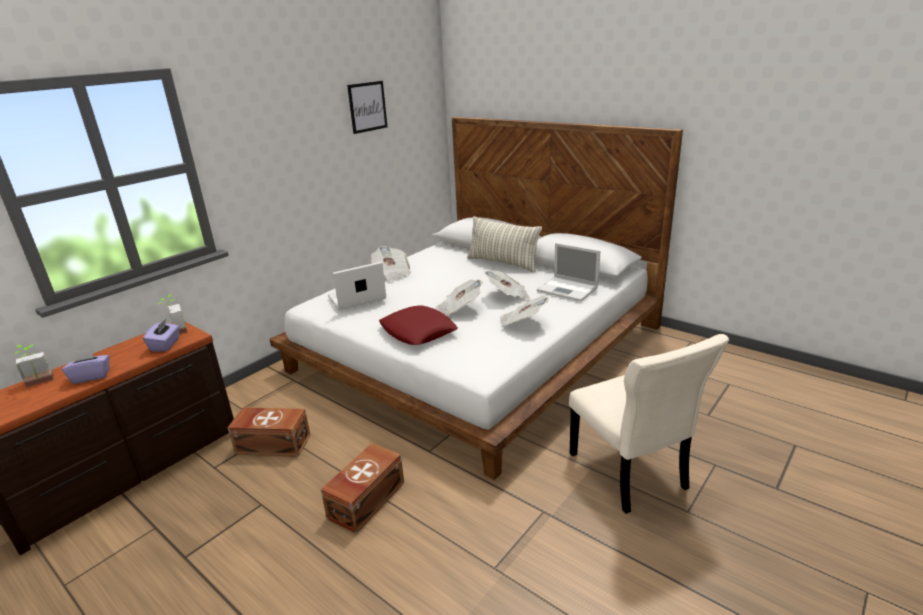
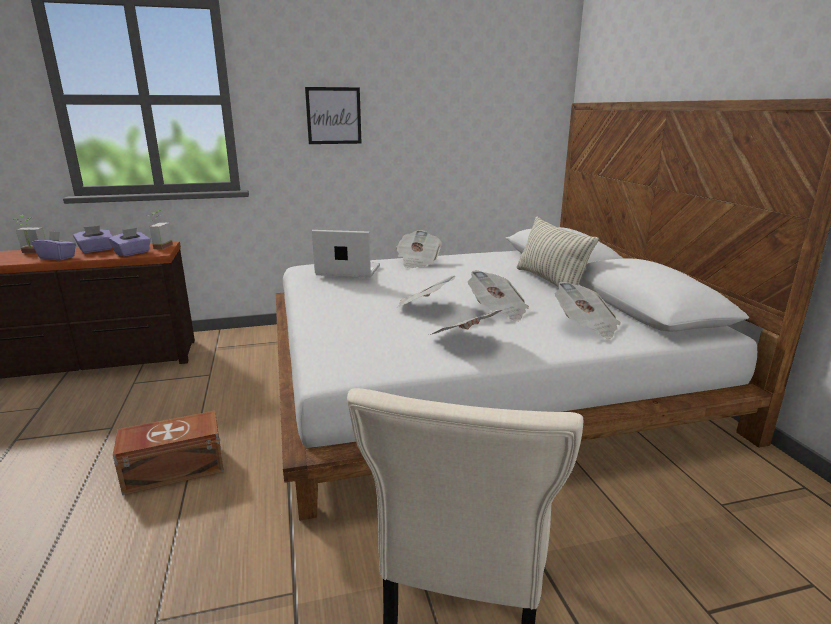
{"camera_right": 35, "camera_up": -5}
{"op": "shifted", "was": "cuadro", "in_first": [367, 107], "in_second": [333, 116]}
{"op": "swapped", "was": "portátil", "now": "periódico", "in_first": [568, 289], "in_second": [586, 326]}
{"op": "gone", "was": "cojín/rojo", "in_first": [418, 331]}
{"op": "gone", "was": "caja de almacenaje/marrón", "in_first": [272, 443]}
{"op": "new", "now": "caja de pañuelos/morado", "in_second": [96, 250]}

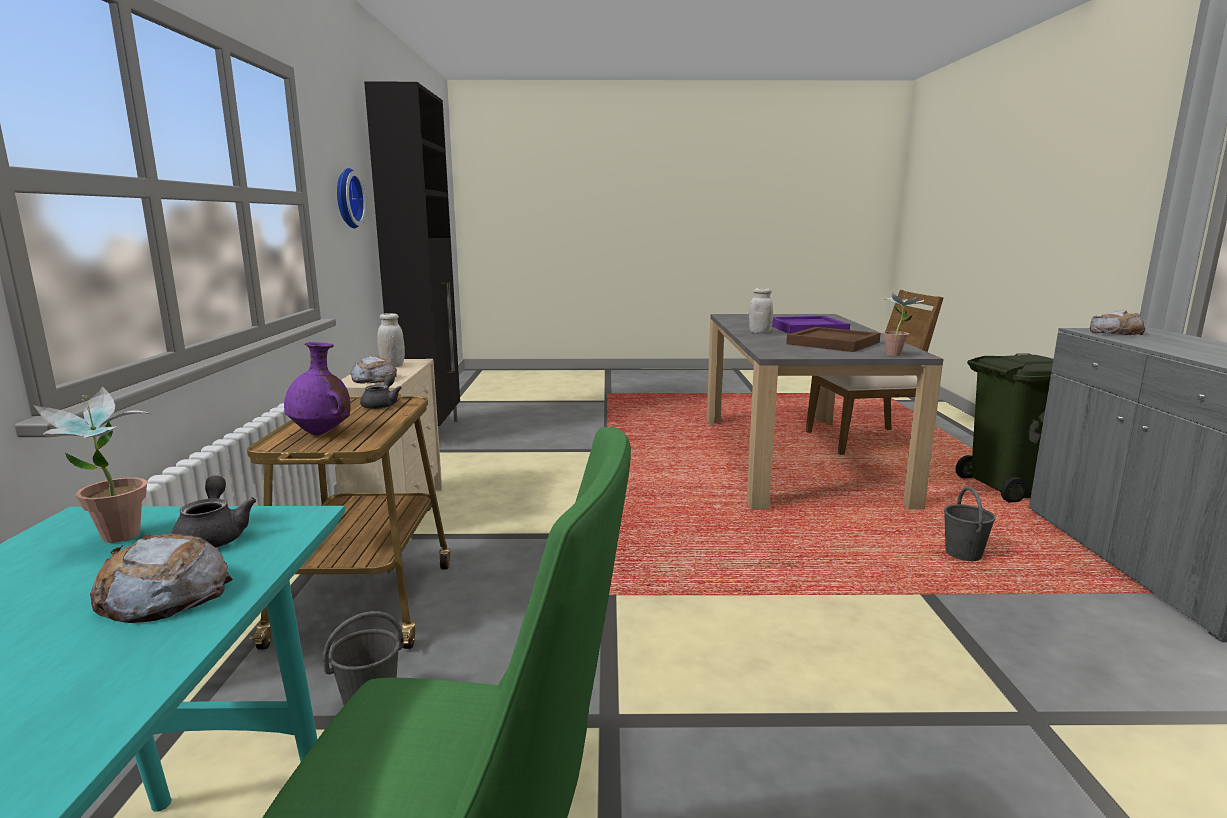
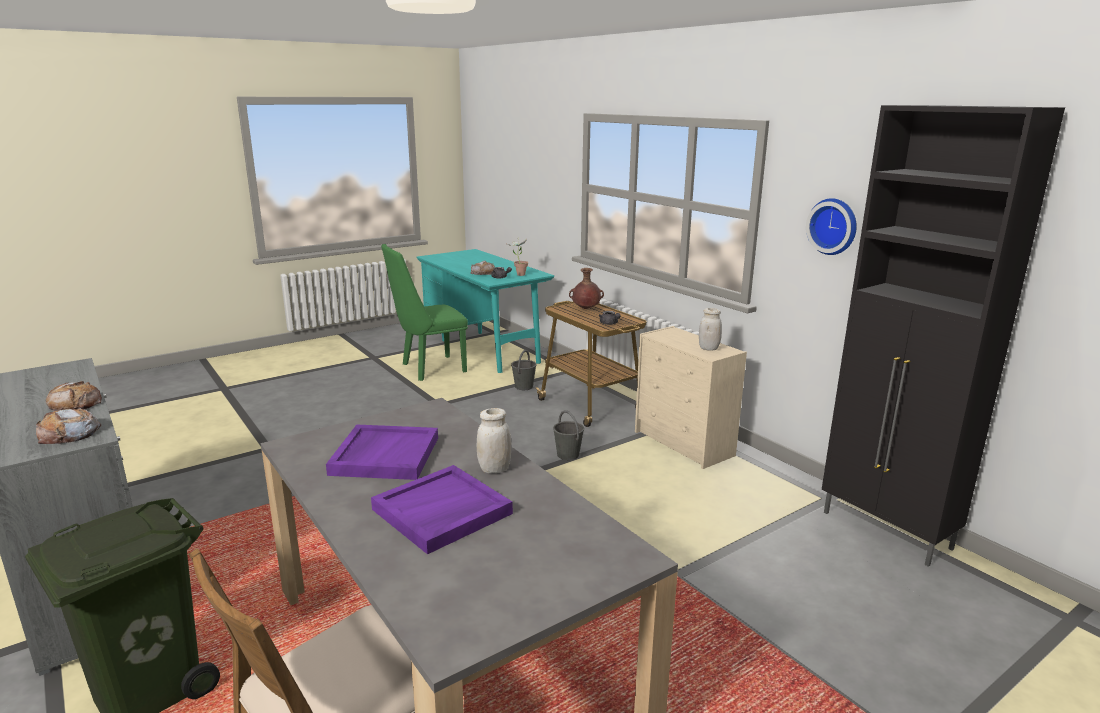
{"camera_right": 145, "camera_up": 5}
{"op": "gone", "was": "planta en maceta", "in_first": [897, 354]}
{"op": "repainted", "was": "bandeja/marrón", "now": "bandeja/morado", "in_first": [833, 343], "in_second": [384, 455]}
{"op": "repainted", "was": "florero/morado", "now": "florero/marrón", "in_first": [322, 433], "in_second": [585, 309]}
{"op": "shifted", "was": "pan", "in_first": [374, 379], "in_second": [75, 403]}
{"op": "shifted", "was": "cubo/gris", "in_first": [963, 555], "in_second": [567, 454]}

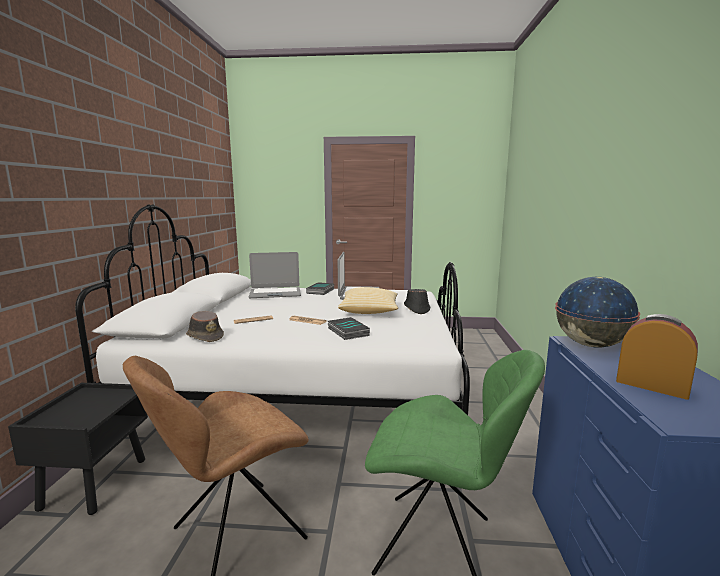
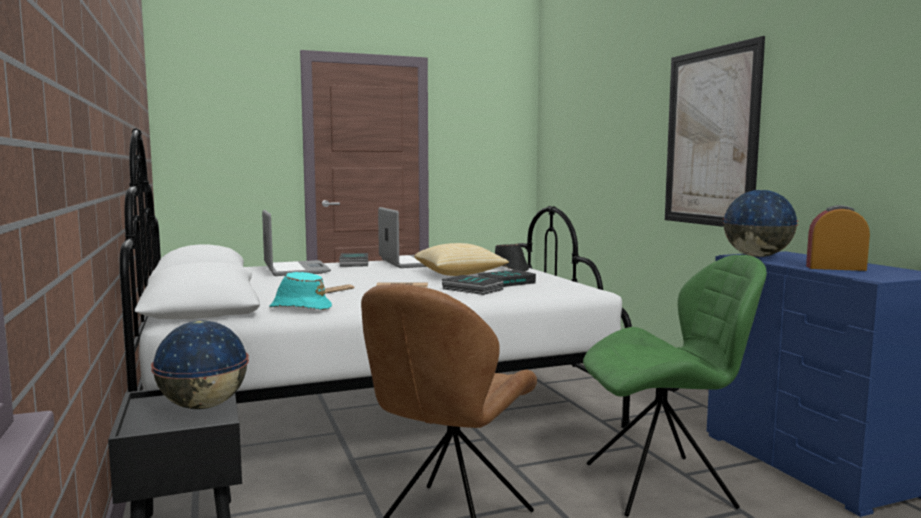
{"camera_right": -25, "camera_up": -5}
{"op": "rotated", "was": "portátil", "in_first": [275, 293], "in_second": [295, 269], "clockwise": -75}
{"op": "repainted", "was": "sombrero/marrón", "now": "sombrero/turquesa", "in_first": [205, 336], "in_second": [300, 308]}
{"op": "new", "now": "cuadro", "in_second": [710, 137]}
{"op": "new", "now": "libro", "in_second": [506, 283]}
{"op": "new", "now": "globo terráqueo", "in_second": [204, 406]}

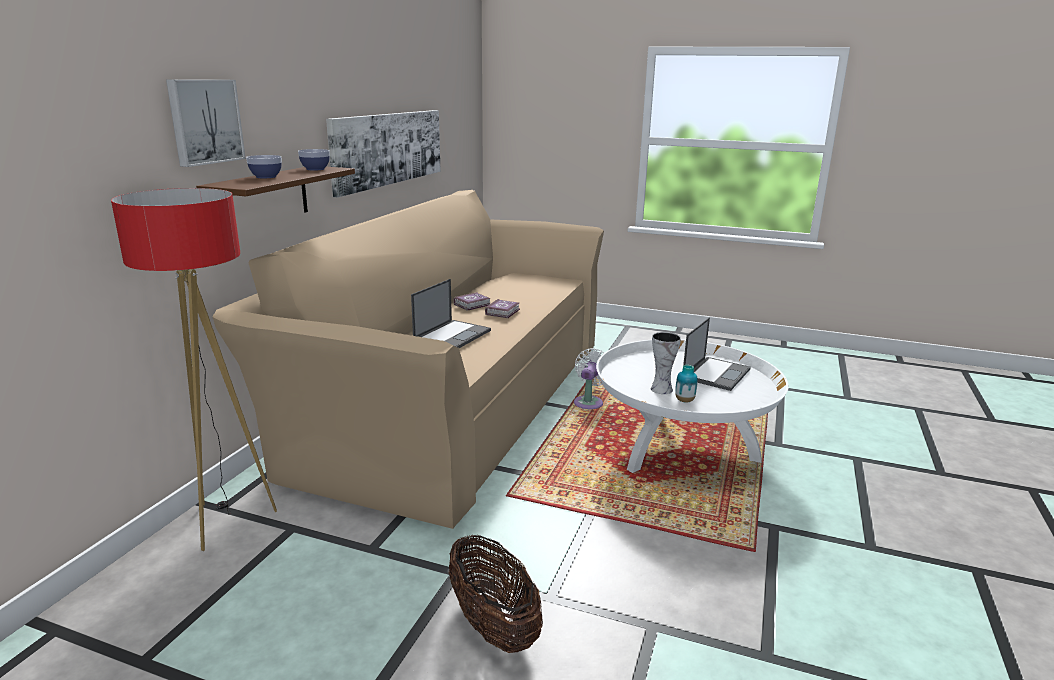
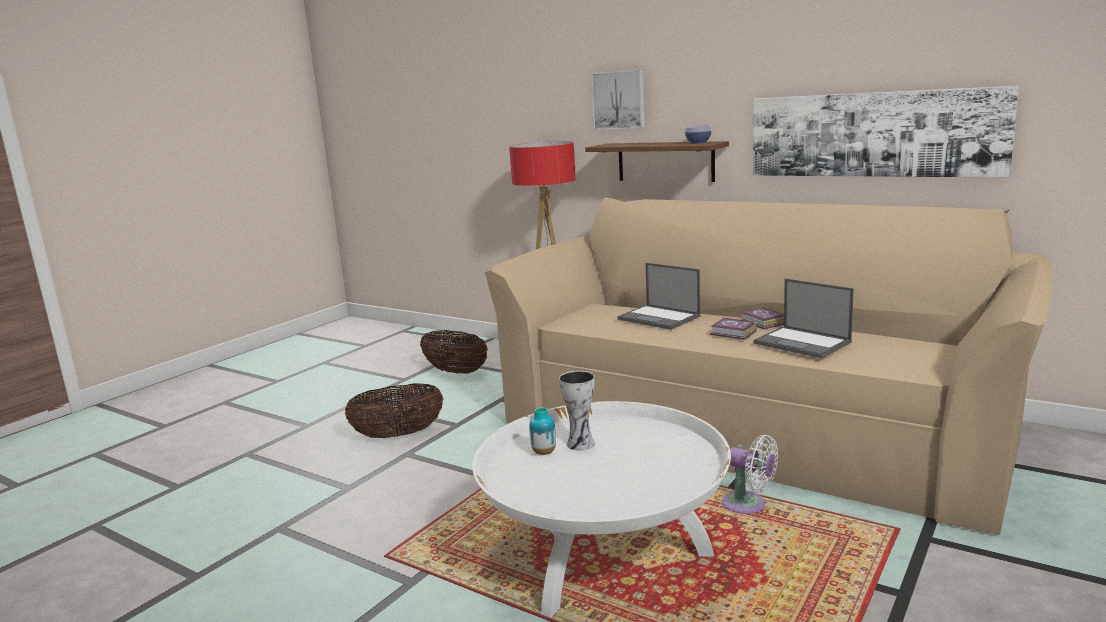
{"camera_right": 105, "camera_up": -5}
{"op": "gone", "was": "cuenco", "in_first": [266, 177]}
{"op": "shifted", "was": "portátil", "in_first": [716, 373], "in_second": [803, 343]}
{"op": "new", "now": "cesta", "in_second": [455, 372]}

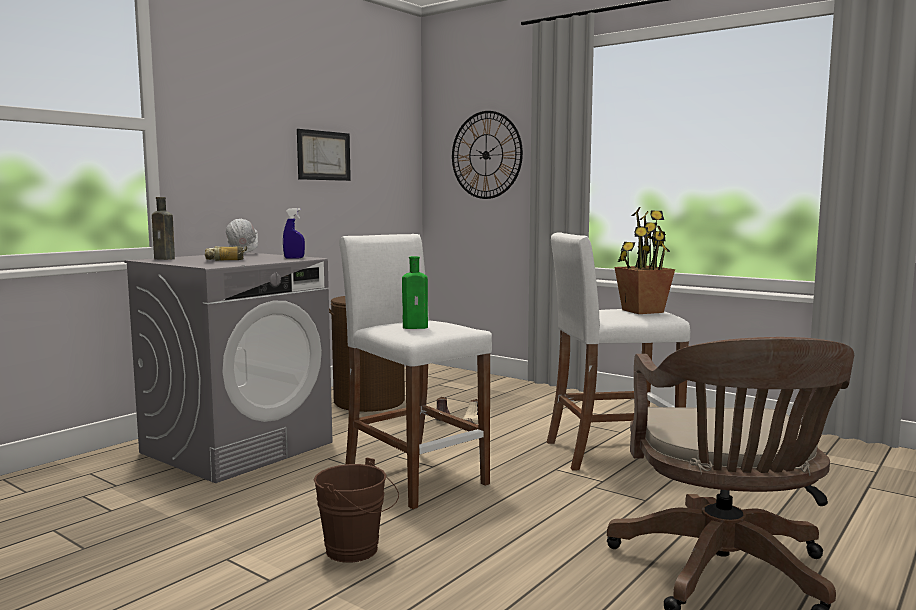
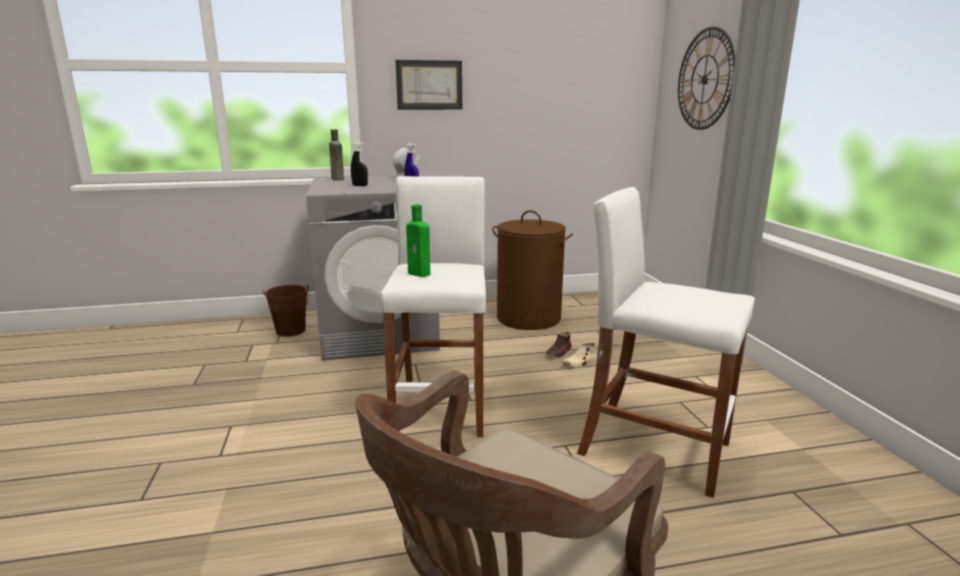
{"camera_right": 40, "camera_up": 10}
{"op": "shifted", "was": "cuadro", "in_first": [323, 155], "in_second": [429, 85]}
{"op": "gone", "was": "planta en maceta", "in_first": [642, 311]}
{"op": "swapped", "was": "taladro", "now": "pulverizador/negro", "in_first": [226, 260], "in_second": [360, 186]}
{"op": "shifted", "was": "cubo/marrón", "in_first": [357, 551], "in_second": [291, 332]}

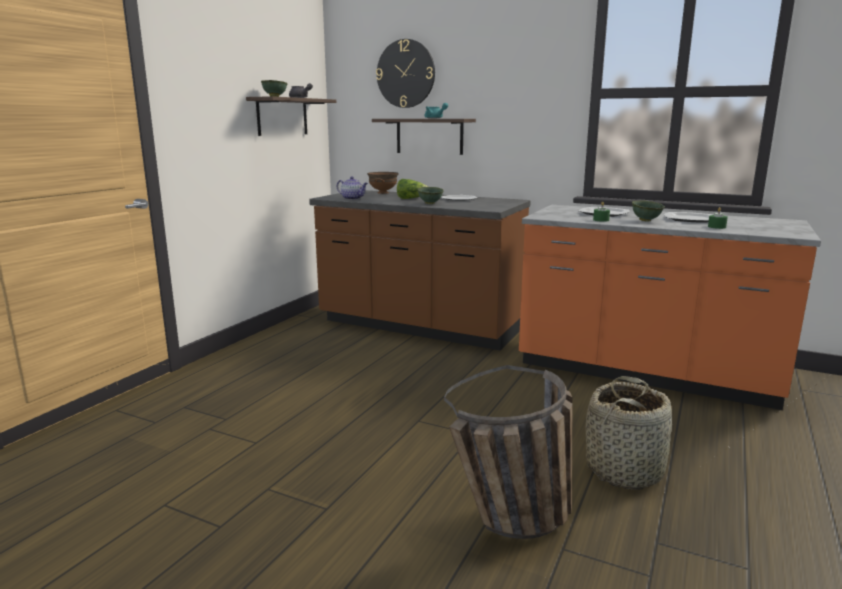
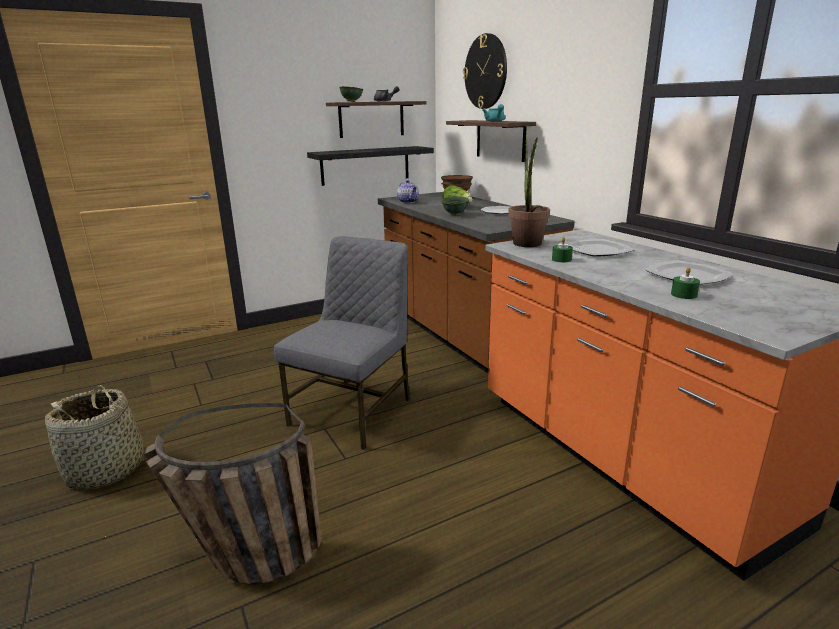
{"camera_right": 35, "camera_up": 5}
{"op": "gone", "was": "cuenco/verde", "in_first": [646, 220]}
{"op": "shifted", "was": "cesta", "in_first": [624, 470], "in_second": [106, 470]}
{"op": "new", "now": "planta en maceta", "in_second": [527, 245]}
{"op": "new", "now": "estante/negro", "in_second": [365, 165]}
{"op": "new", "now": "silla/gris", "in_second": [354, 411]}

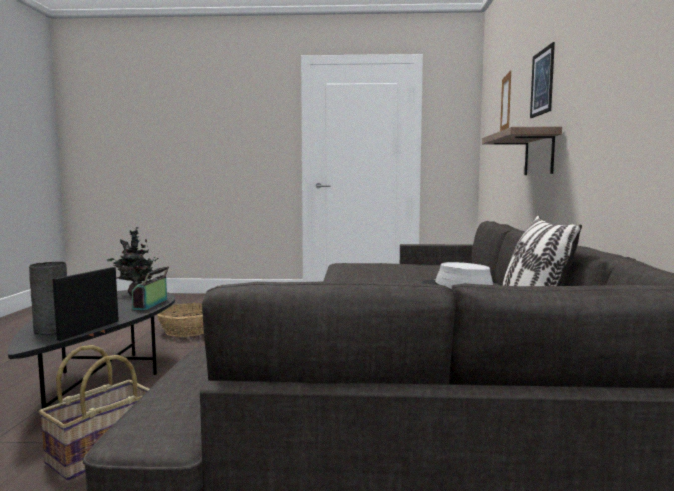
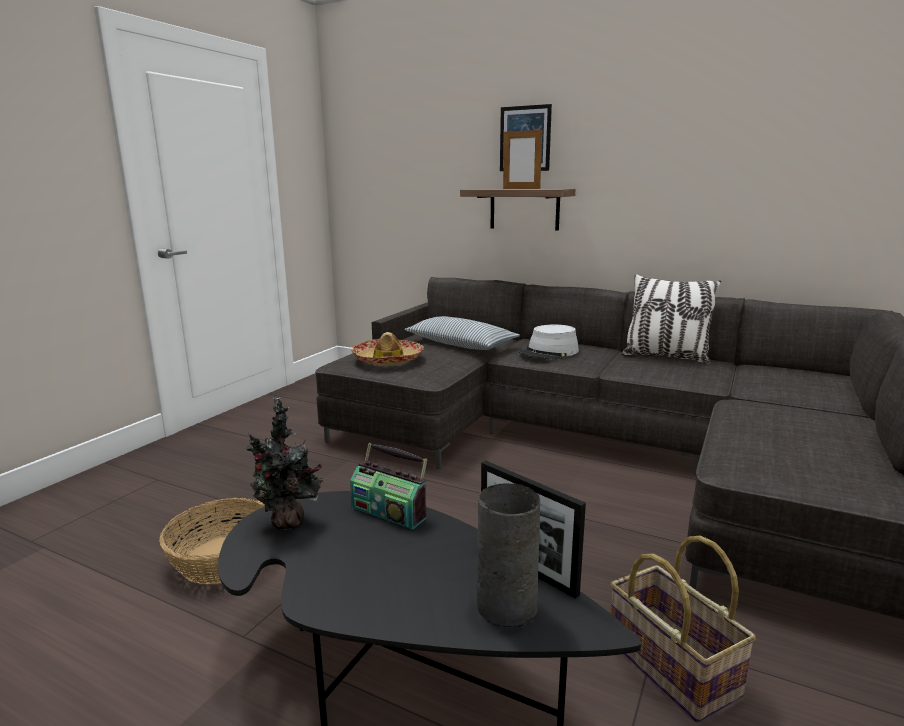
{"camera_right": -65, "camera_up": 10}
{"op": "new", "now": "cojín", "in_second": [460, 344]}
{"op": "new", "now": "sombrero", "in_second": [388, 359]}

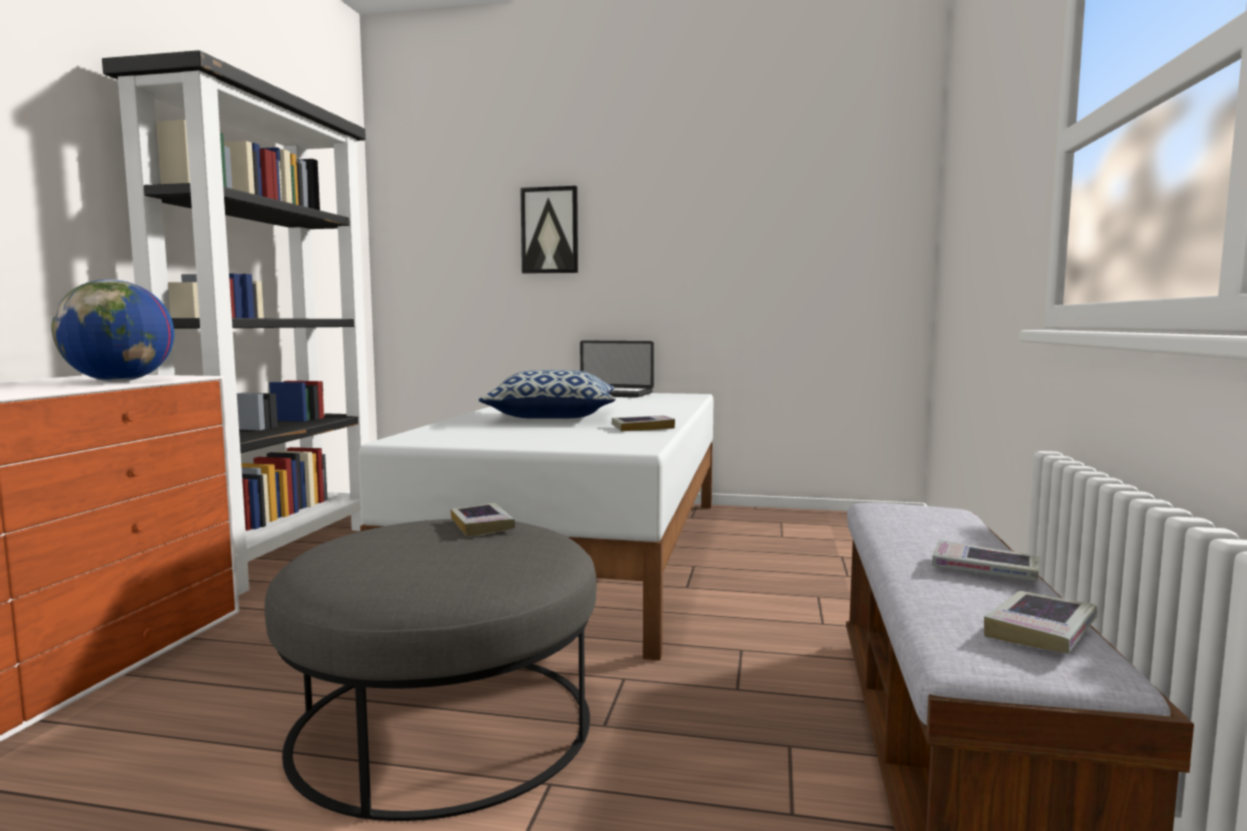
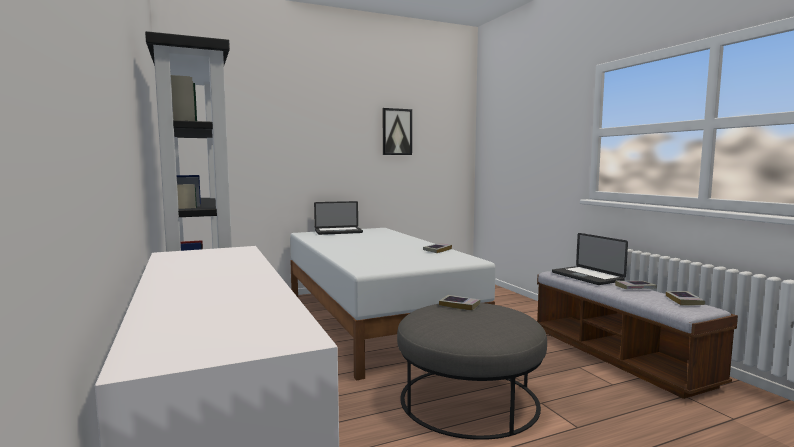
{"camera_right": -35, "camera_up": 0}
{"op": "shifted", "was": "cuadro", "in_first": [550, 230], "in_second": [397, 132]}
{"op": "gone", "was": "globo terráqueo", "in_first": [119, 381]}
{"op": "gone", "was": "cojín", "in_first": [552, 417]}
{"op": "new", "now": "portátil", "in_second": [587, 276]}

